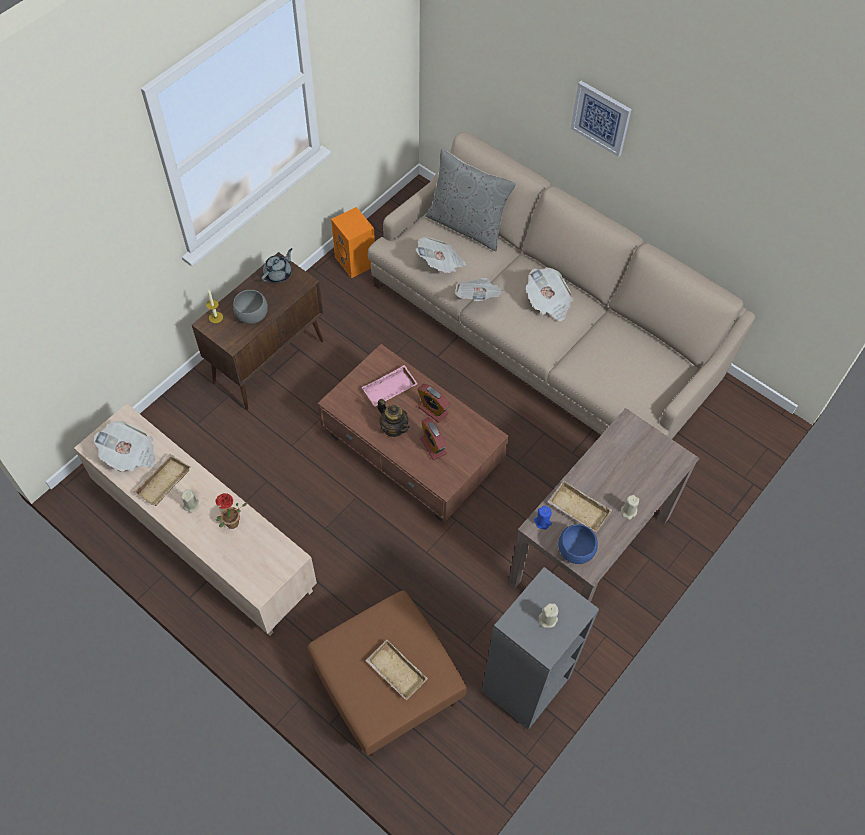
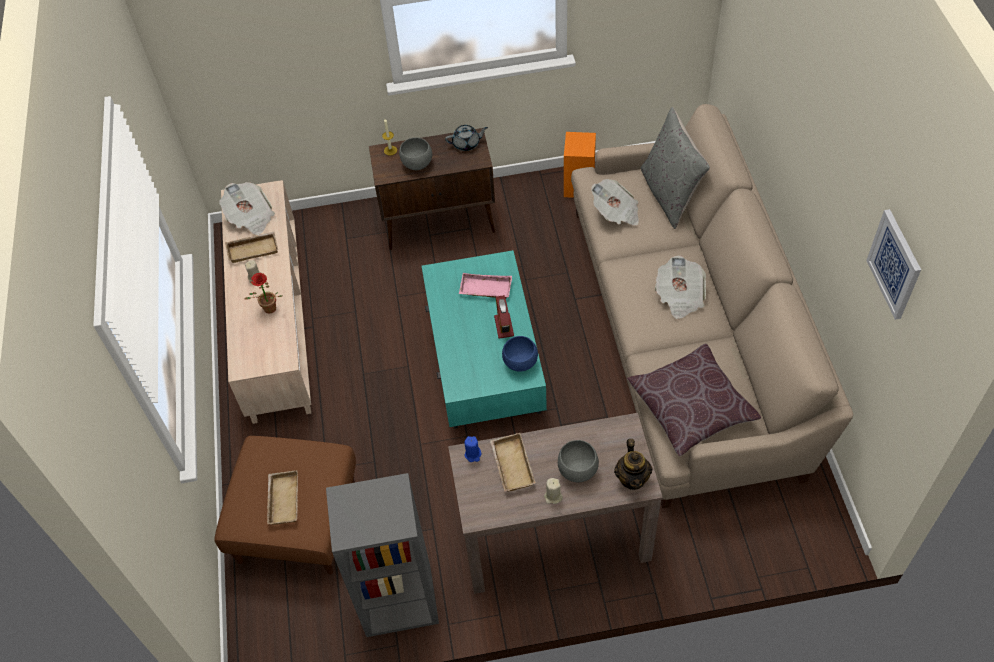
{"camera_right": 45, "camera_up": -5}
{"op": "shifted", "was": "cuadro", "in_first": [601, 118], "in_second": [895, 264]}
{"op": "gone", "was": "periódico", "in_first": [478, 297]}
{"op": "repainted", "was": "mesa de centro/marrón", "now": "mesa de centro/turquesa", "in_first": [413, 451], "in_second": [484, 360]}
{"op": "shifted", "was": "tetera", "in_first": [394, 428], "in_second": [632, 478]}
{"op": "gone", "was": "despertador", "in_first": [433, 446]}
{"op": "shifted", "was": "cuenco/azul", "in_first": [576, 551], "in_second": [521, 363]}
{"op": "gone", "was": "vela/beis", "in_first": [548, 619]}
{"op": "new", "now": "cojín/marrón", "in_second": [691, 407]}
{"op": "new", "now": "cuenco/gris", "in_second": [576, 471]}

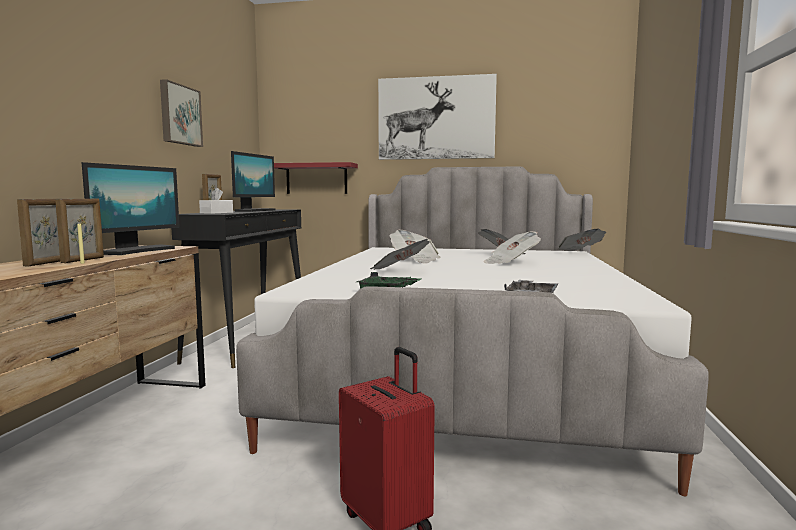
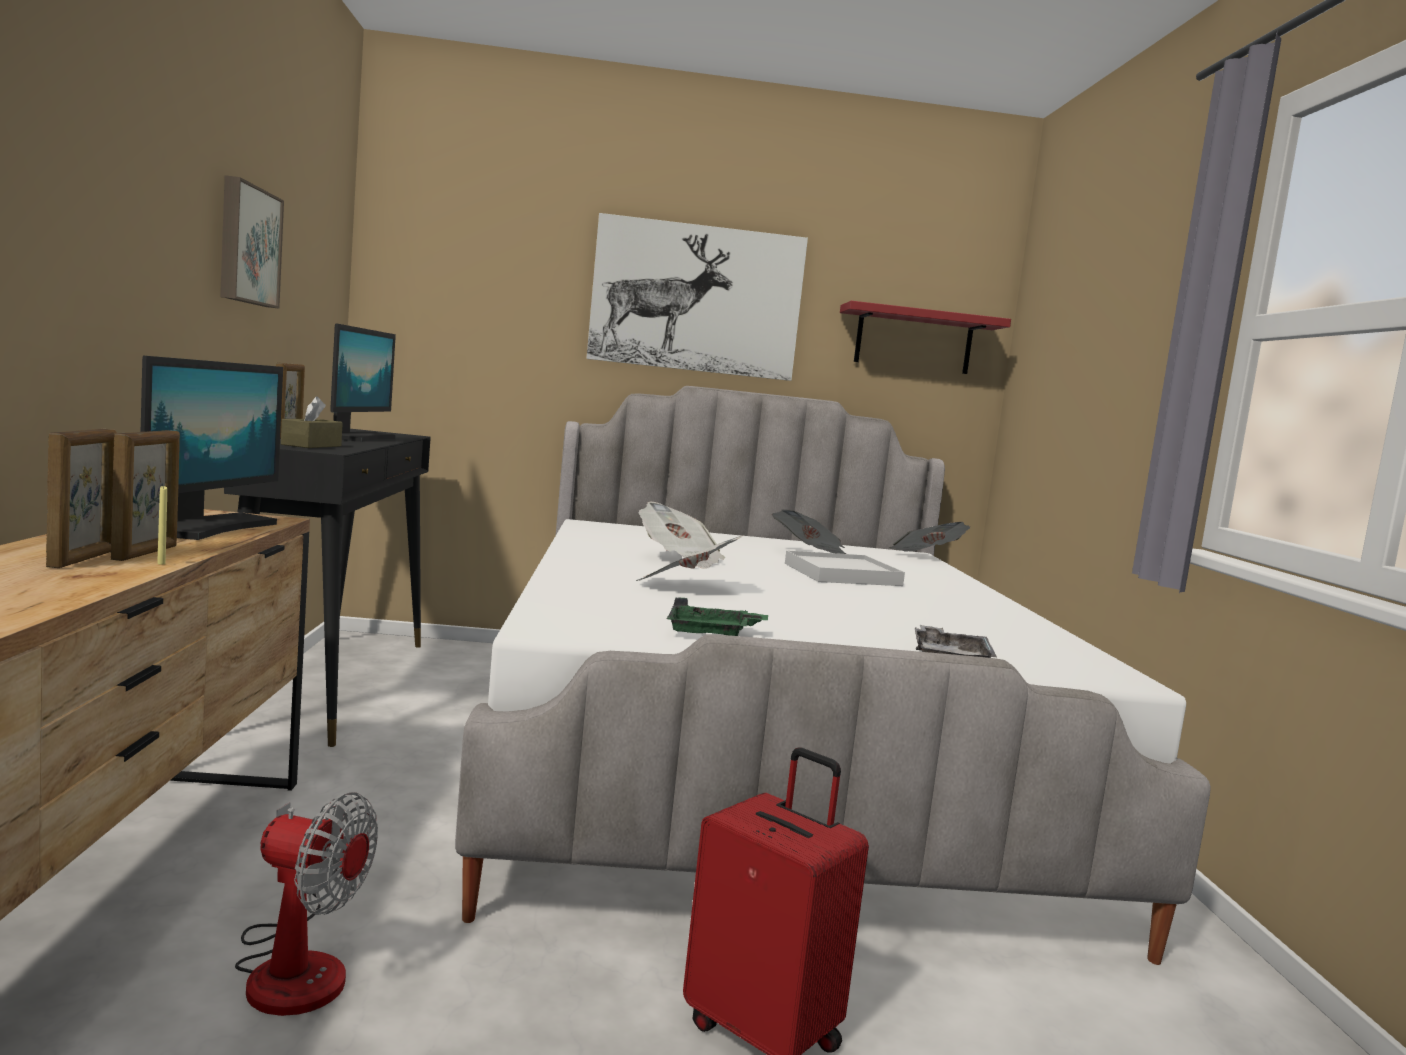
{"camera_right": -15, "camera_up": 0}
{"op": "shifted", "was": "estante/rojo", "in_first": [316, 179], "in_second": [913, 340]}
{"op": "repainted", "was": "caja de pañuelos/blanco", "now": "caja de pañuelos/marrón", "in_first": [216, 213], "in_second": [311, 445]}
{"op": "swapped", "was": "periódico", "now": "bandeja/blanco", "in_first": [511, 262], "in_second": [841, 574]}
{"op": "new", "now": "ventilador", "in_second": [295, 964]}

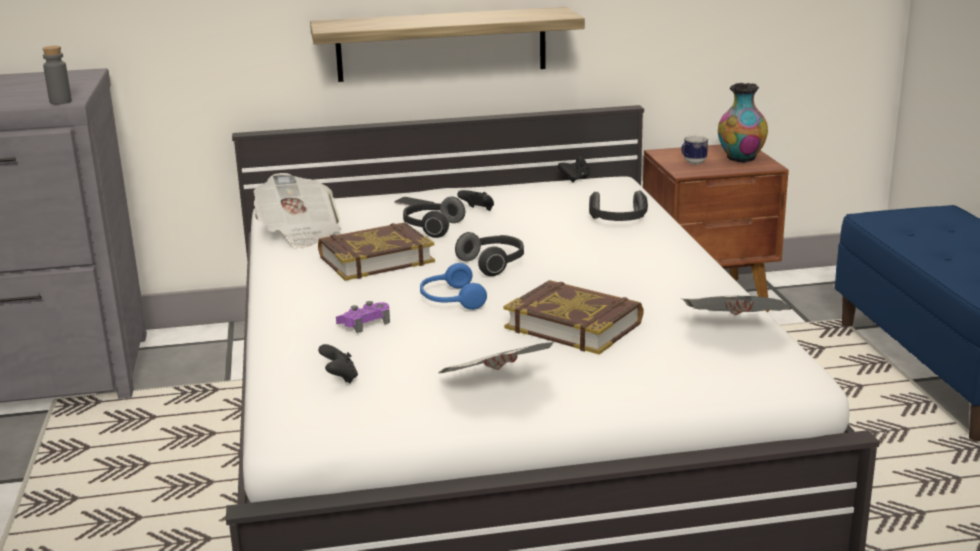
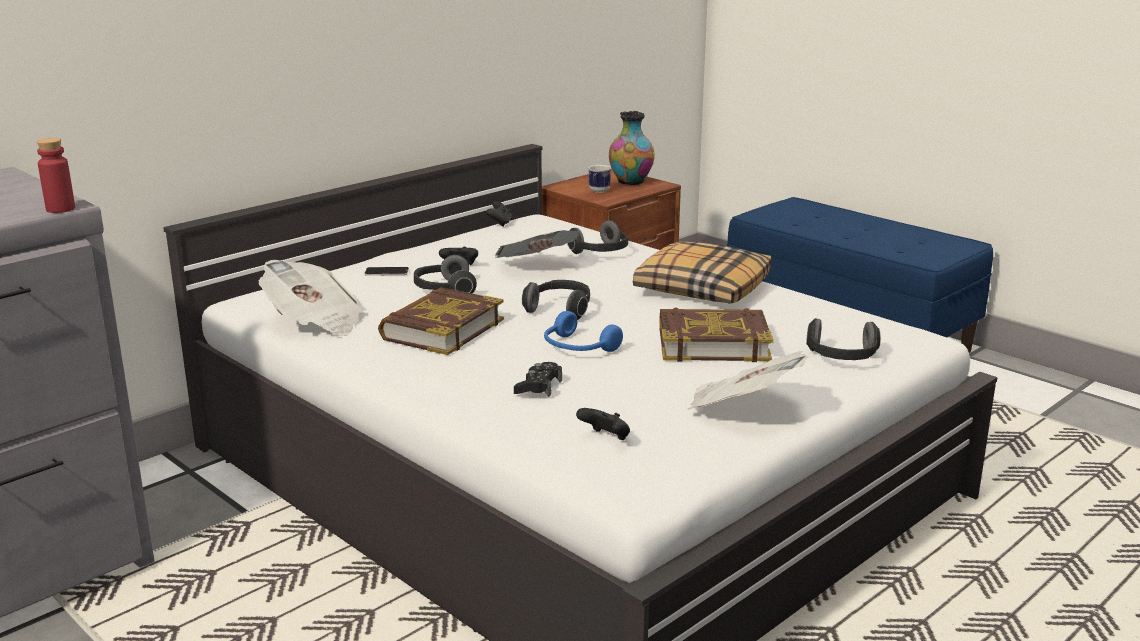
{"camera_right": -35, "camera_up": 0}
{"op": "gone", "was": "estante", "in_first": [441, 44]}
{"op": "repainted", "was": "botella/gris", "now": "botella/rojo", "in_first": [60, 102], "in_second": [60, 209]}
{"op": "shifted", "was": "periódico", "in_first": [734, 332], "in_second": [536, 267]}
{"op": "repainted", "was": "mando de consola/morado", "now": "mando de consola/negro", "in_first": [364, 323], "in_second": [538, 386]}
{"op": "new", "now": "cojín", "in_second": [701, 288]}
{"op": "new", "now": "auriculares", "in_second": [842, 358]}

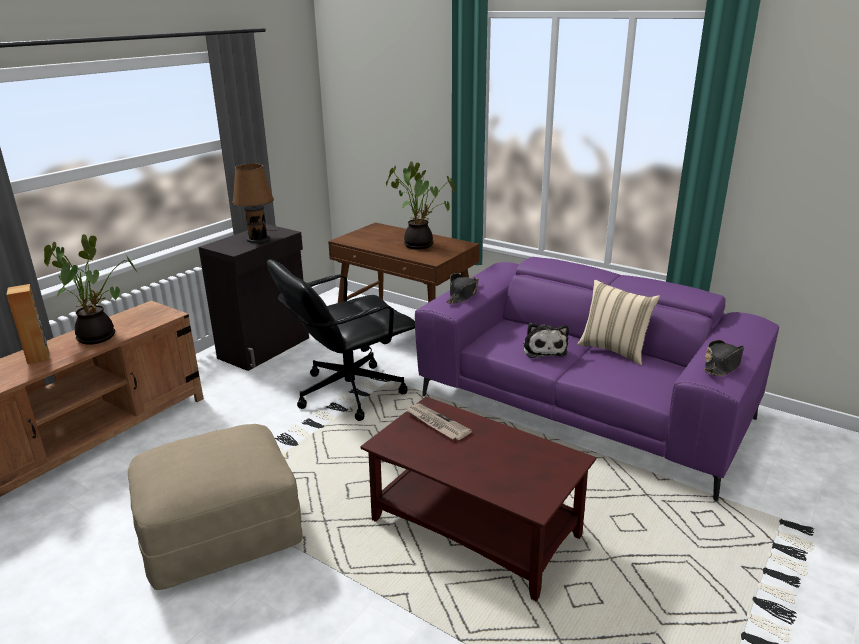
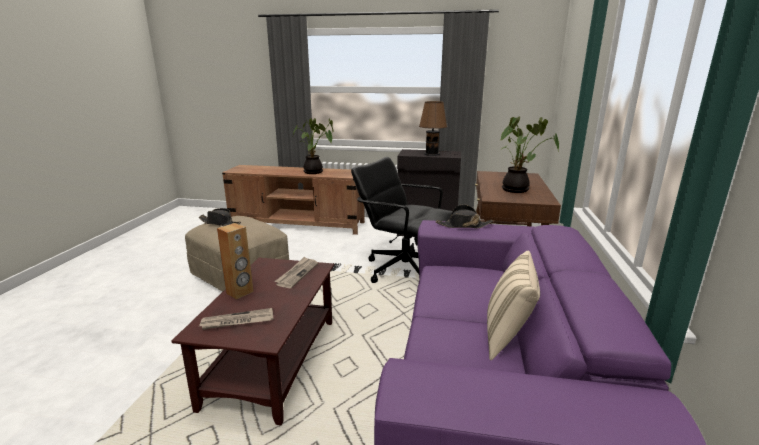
{"camera_right": 65, "camera_up": -5}
{"op": "shifted", "was": "altavoz/marrón", "in_first": [38, 357], "in_second": [240, 292]}
{"op": "gone", "was": "peluche", "in_first": [544, 349]}
{"op": "shifted", "was": "sombrero/negro", "in_first": [722, 365], "in_second": [220, 223]}
{"op": "new", "now": "periódico", "in_second": [237, 321]}

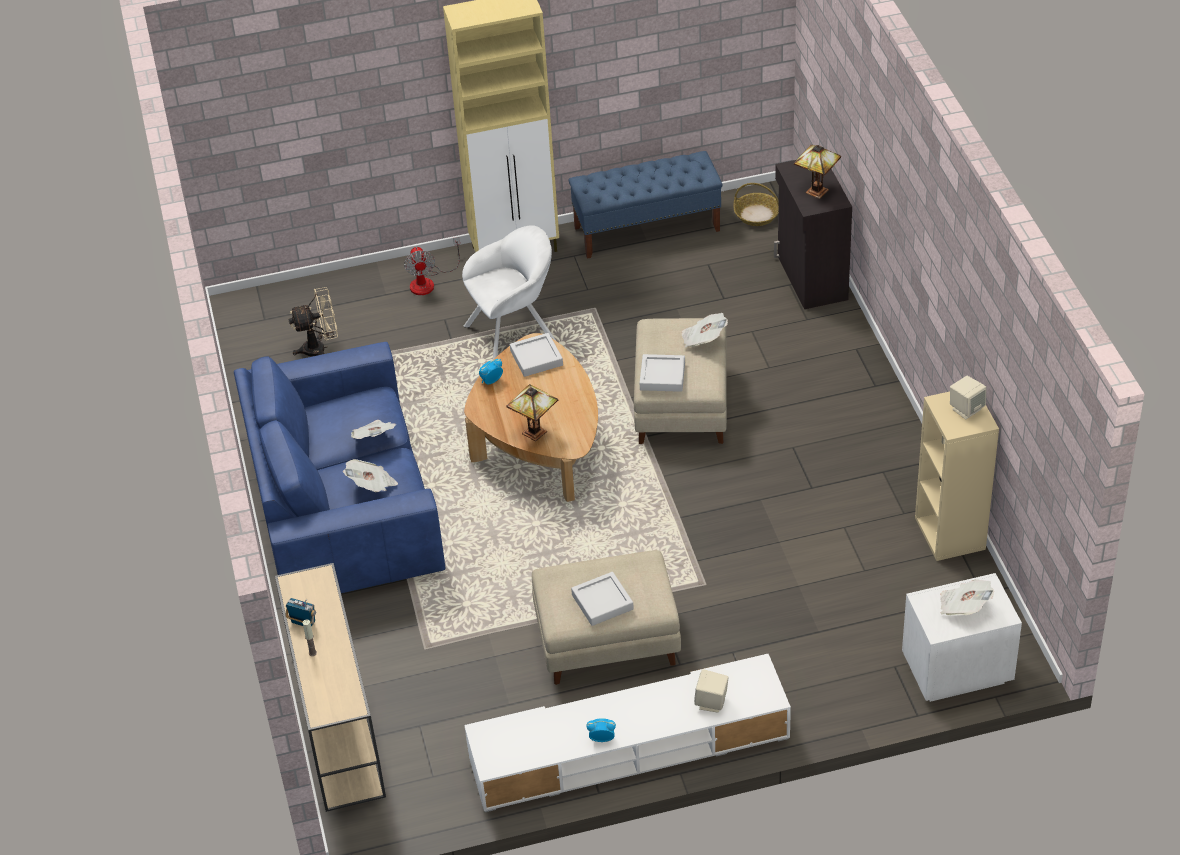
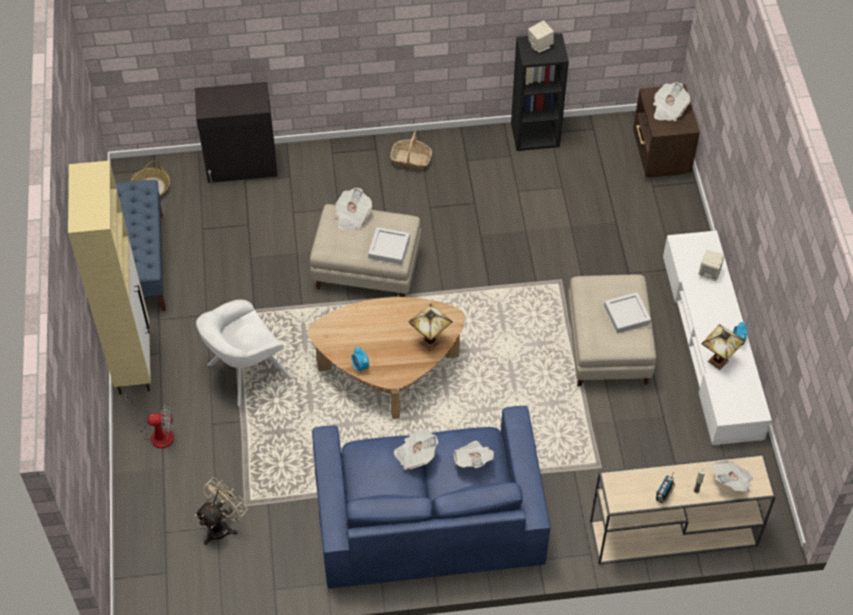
{"camera_right": -85, "camera_up": 10}
{"op": "shifted", "was": "lámpara de mesa", "in_first": [815, 191], "in_second": [718, 362]}
{"op": "rotated", "was": "sillón/blanco", "in_first": [514, 332], "in_second": [245, 372], "clockwise": -105}
{"op": "rotated", "was": "ventilador/beis", "in_first": [320, 348], "in_second": [222, 526], "clockwise": 45}
{"op": "gone", "was": "bandeja/gris", "in_first": [536, 358]}
{"op": "repainted", "was": "estantería/beis", "now": "estantería/negro", "in_first": [951, 534], "in_second": [535, 134]}
{"op": "repainted", "was": "mesita de noche/blanco", "now": "mesita de noche/marrón", "in_first": [955, 670], "in_second": [660, 156]}
{"op": "new", "now": "cesta", "in_second": [411, 159]}
{"op": "new", "now": "periódico", "in_second": [732, 481]}

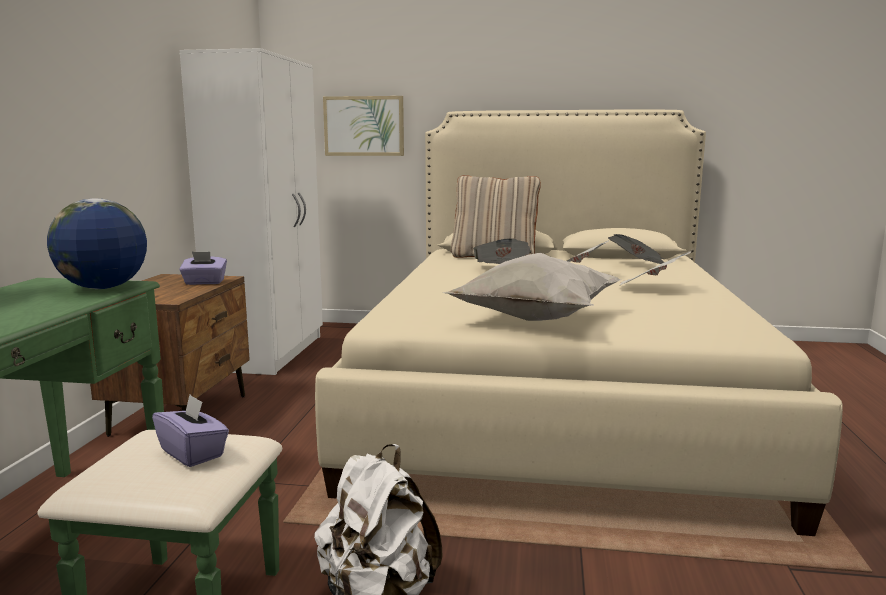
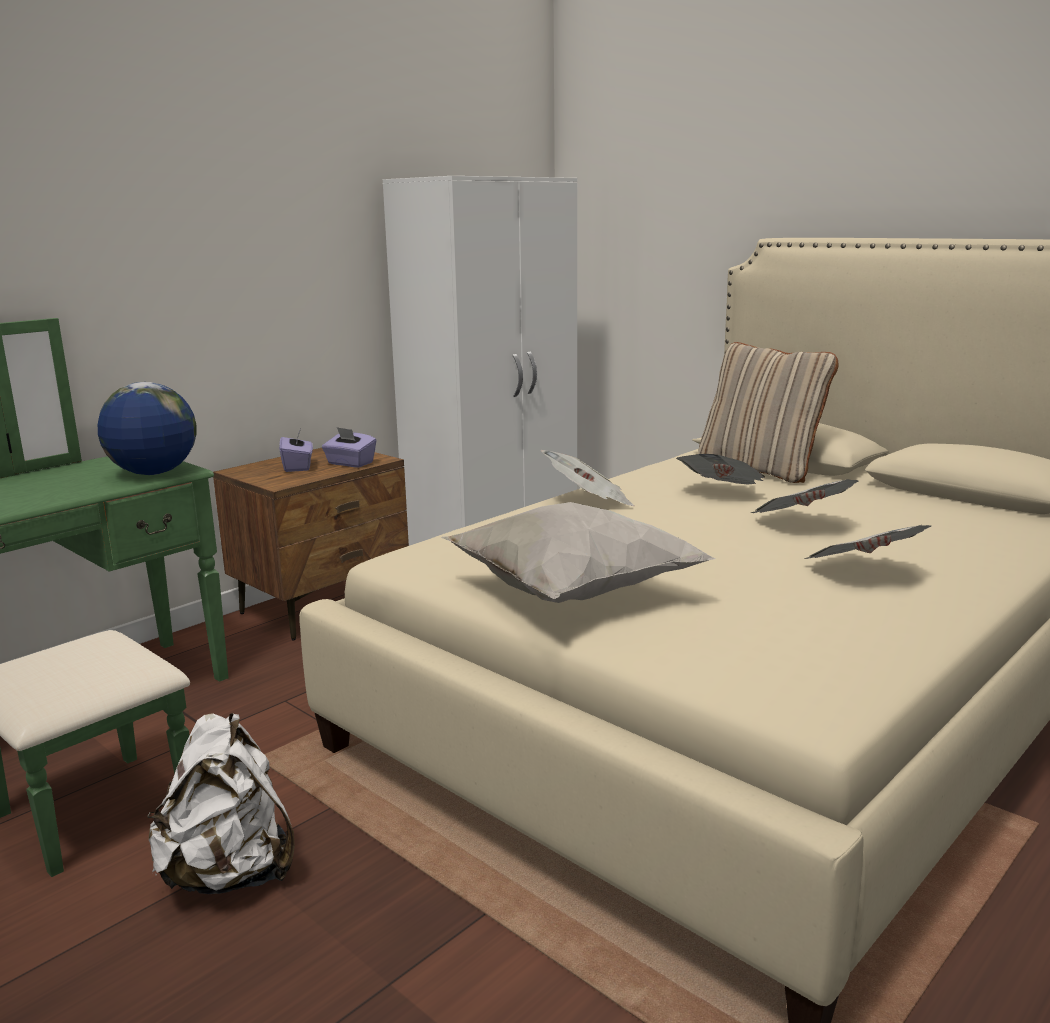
{"camera_right": 35, "camera_up": 5}
{"op": "gone", "was": "cuadro", "in_first": [364, 126]}
{"op": "shifted", "was": "periódico", "in_first": [638, 265], "in_second": [589, 502]}
{"op": "shifted", "was": "caja de pañuelos/morado", "in_first": [193, 453], "in_second": [298, 467]}

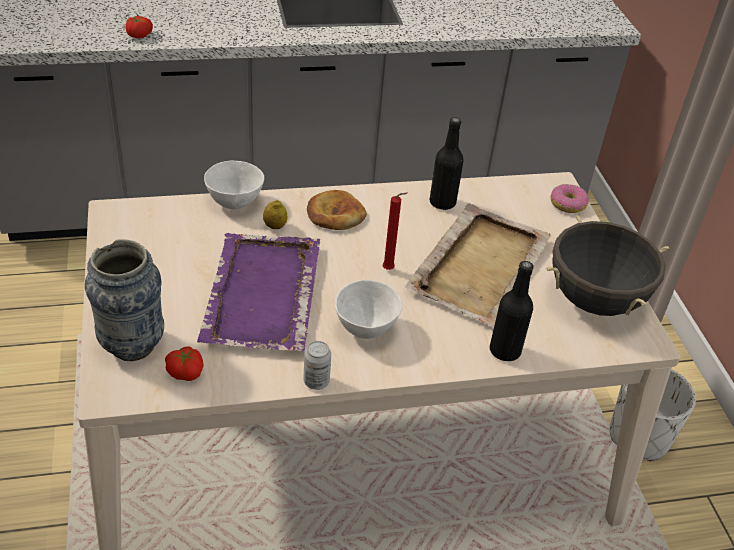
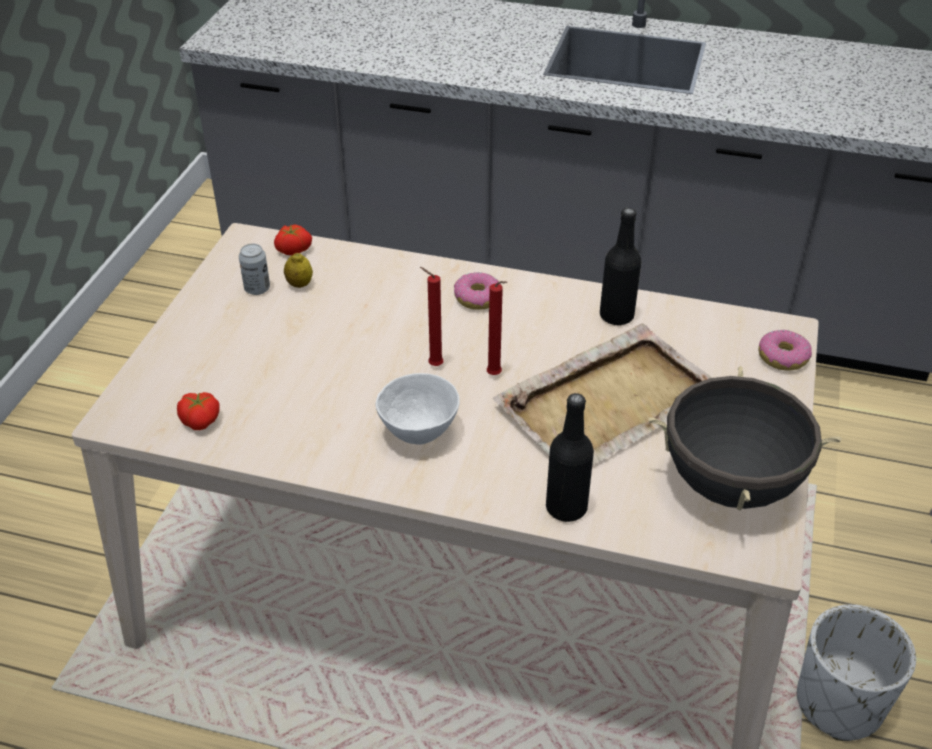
{"camera_right": 30, "camera_up": 0}
{"op": "shifted", "was": "tomate", "in_first": [138, 35], "in_second": [293, 249]}
{"op": "gone", "was": "cuenco/blanco", "in_first": [235, 203]}
{"op": "swapped", "was": "pan", "now": "rosquilla", "in_first": [335, 214], "in_second": [477, 298]}
{"op": "shifted", "was": "limón", "in_first": [275, 226], "in_second": [299, 284]}
{"op": "gone", "was": "bandeja/morado", "in_first": [261, 295]}
{"op": "gone", "was": "florero", "in_first": [132, 345]}
{"op": "shifted", "was": "lata", "in_first": [316, 381], "in_second": [257, 289]}
{"op": "new", "now": "vela/rojo", "in_second": [433, 365]}

